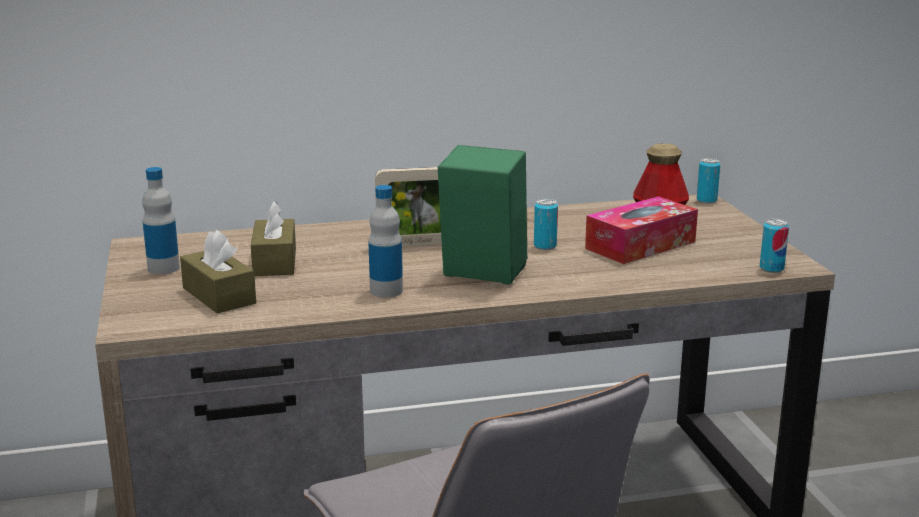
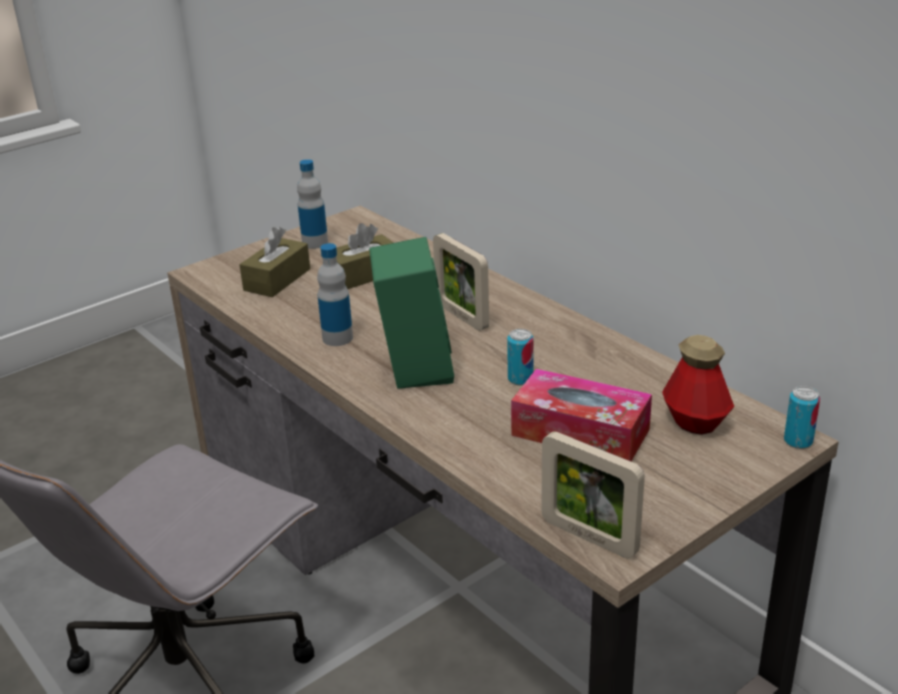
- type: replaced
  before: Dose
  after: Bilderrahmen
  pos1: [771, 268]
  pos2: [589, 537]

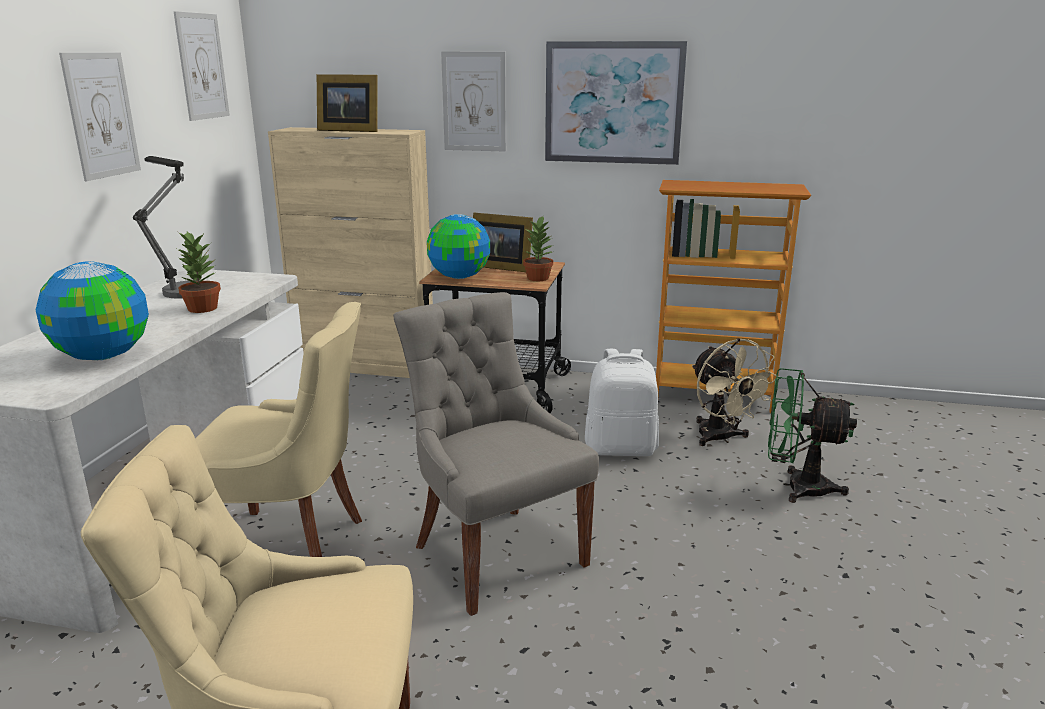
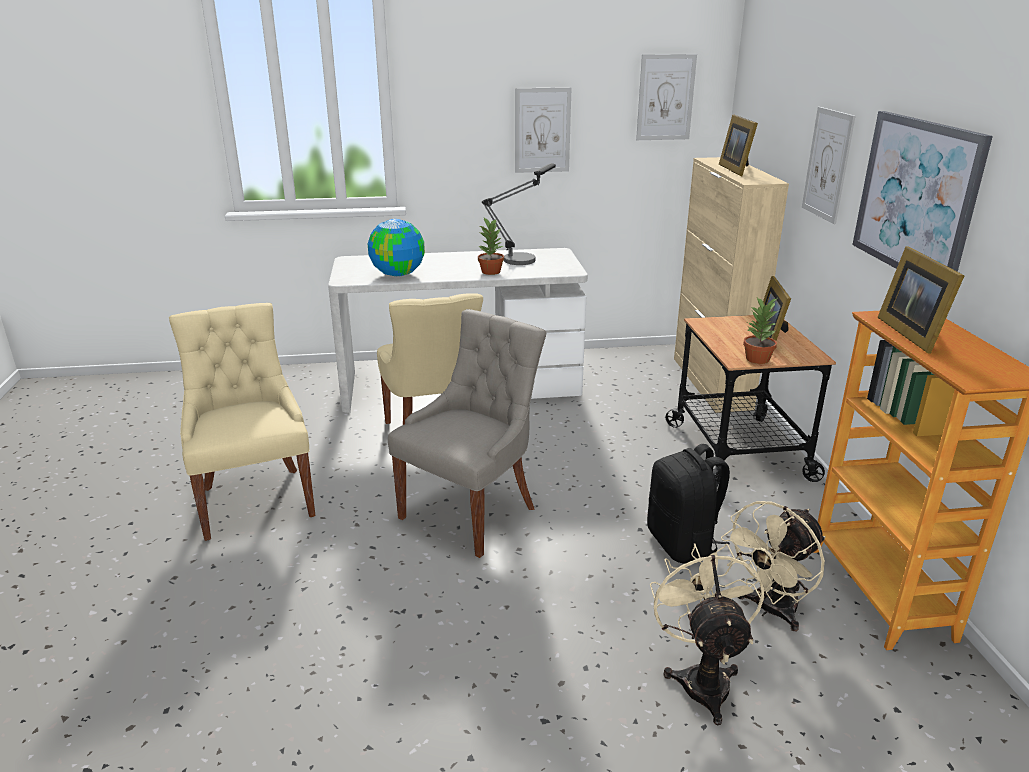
- type: recoloured
  before: Rucksack [weiß]
  after: Rucksack [schwarz]
  pos1: [621, 448]
  pos2: [683, 544]
- type: recoloured
  before: Ventilator [grün]
  after: Ventilator [beige]
  pos1: [796, 487]
  pos2: [702, 678]
- type: added
  after: Bilderrahmen
  pos2: [912, 333]
- type: removed
  before: Globus
  pos1: [459, 277]

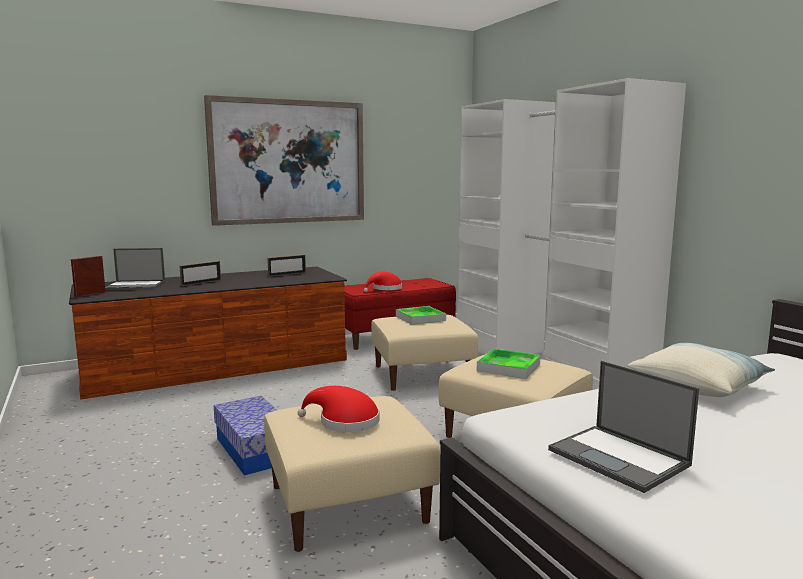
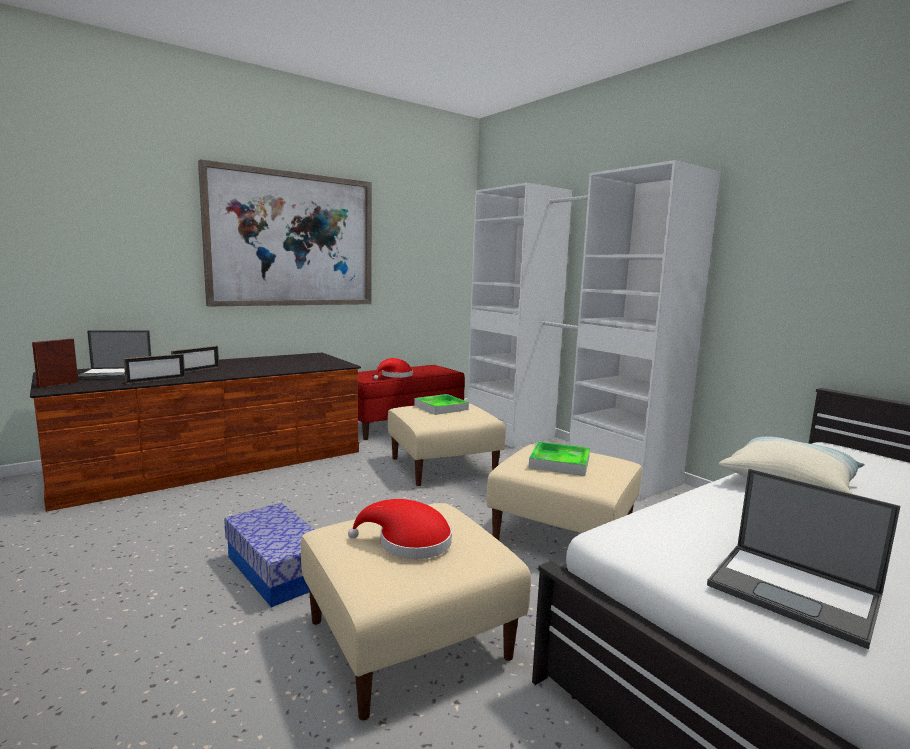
- type: moved
  before: Bilderrahmen
  pos1: [287, 274]
  pos2: [156, 380]

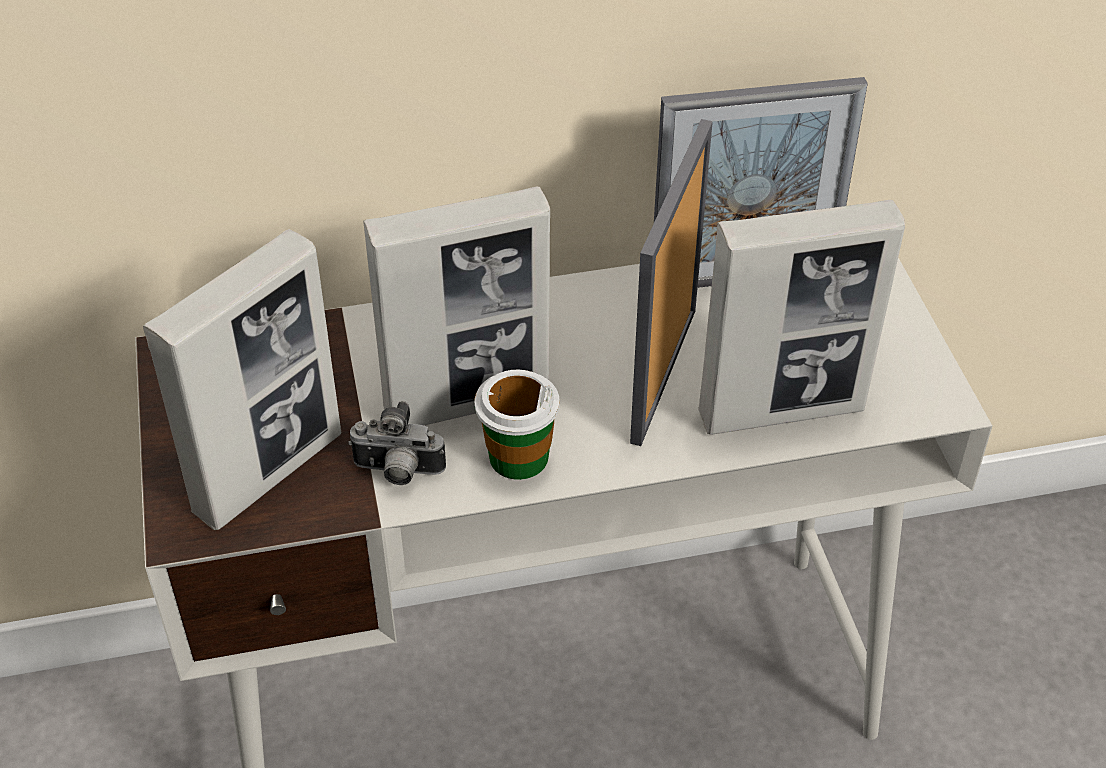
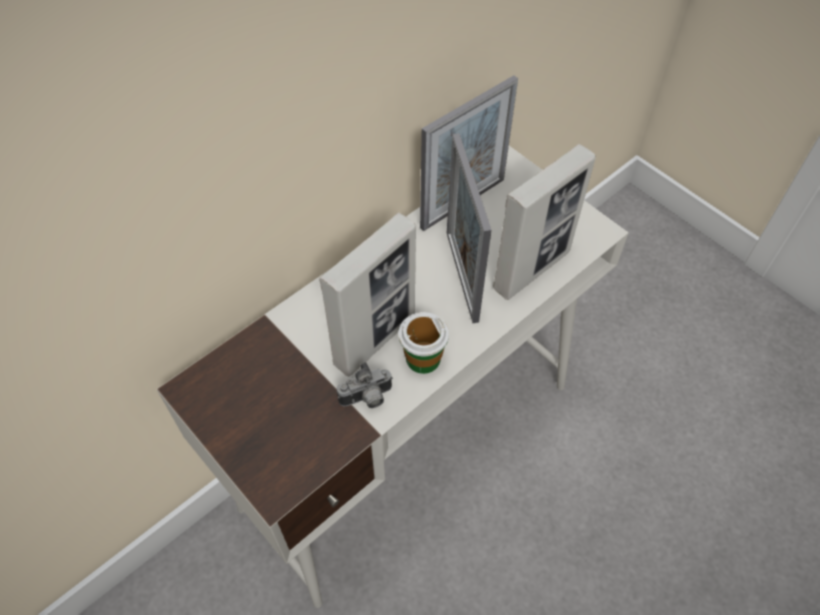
- type: removed
  before: Bilderrahmen
  pos1: [269, 472]

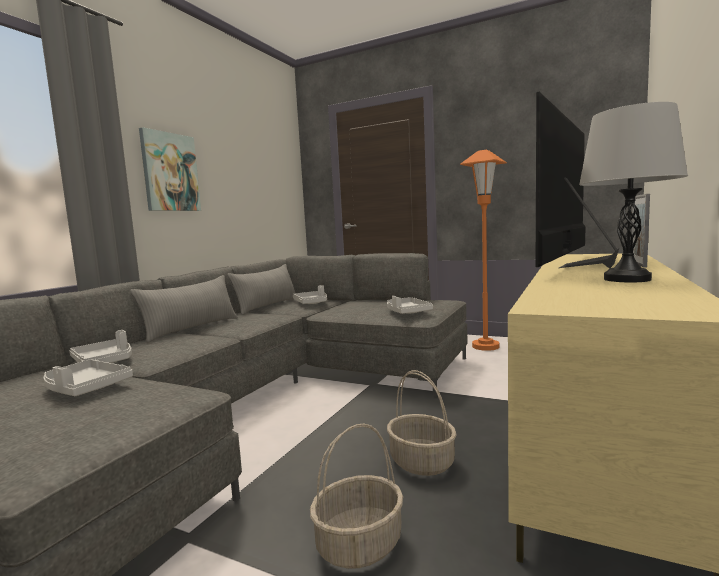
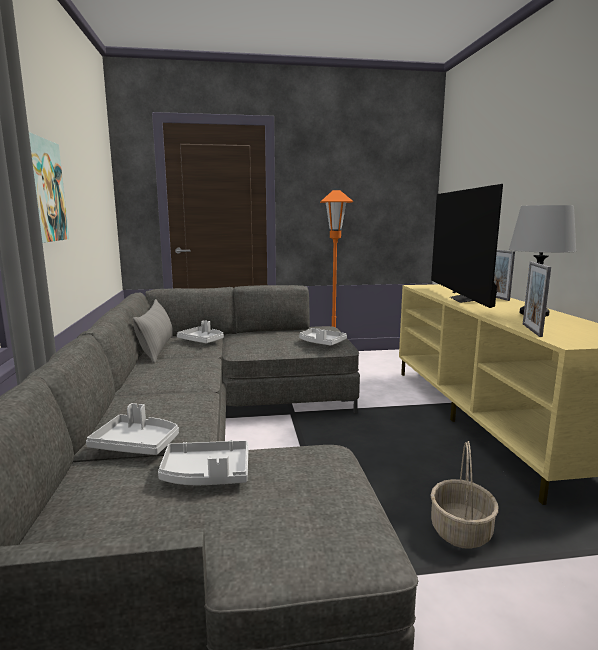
- type: added
  after: Bilderrahmen
  pos2: [531, 330]
- type: removed
  before: Kissen [grau]
  pos1: [192, 328]
- type: removed
  before: Korb
  pos1: [422, 462]

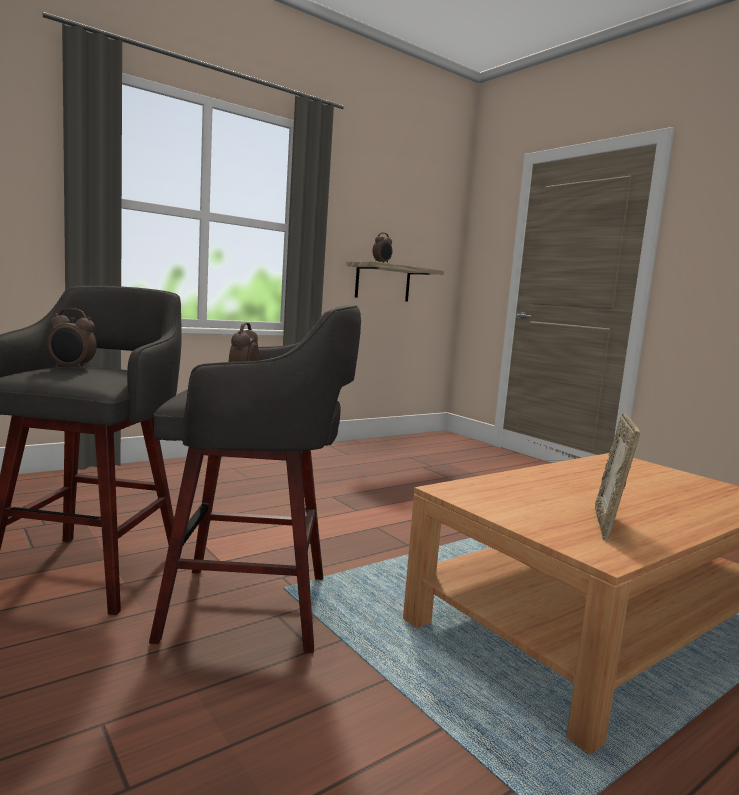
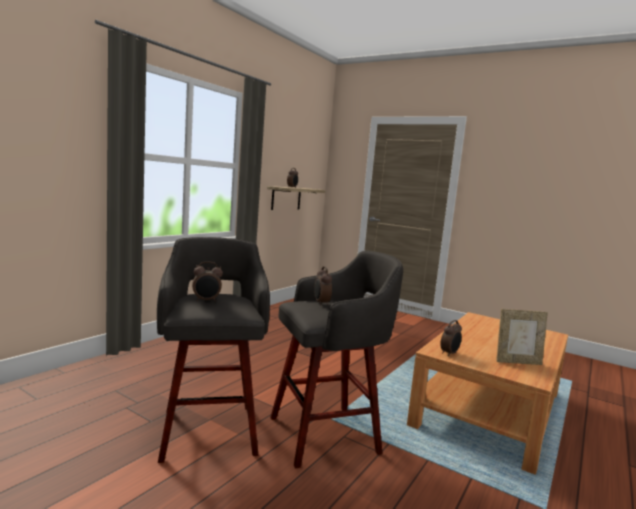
- type: added
  after: Wecker
  pos2: [449, 353]
- type: turned
  before: Bilderrahmen
  pos1: [608, 524]
  pos2: [517, 362]
  turn: -90

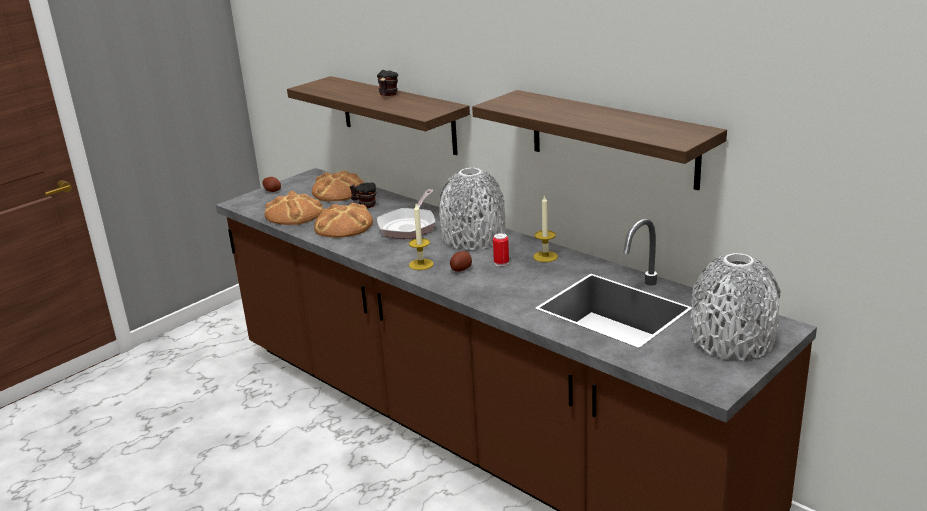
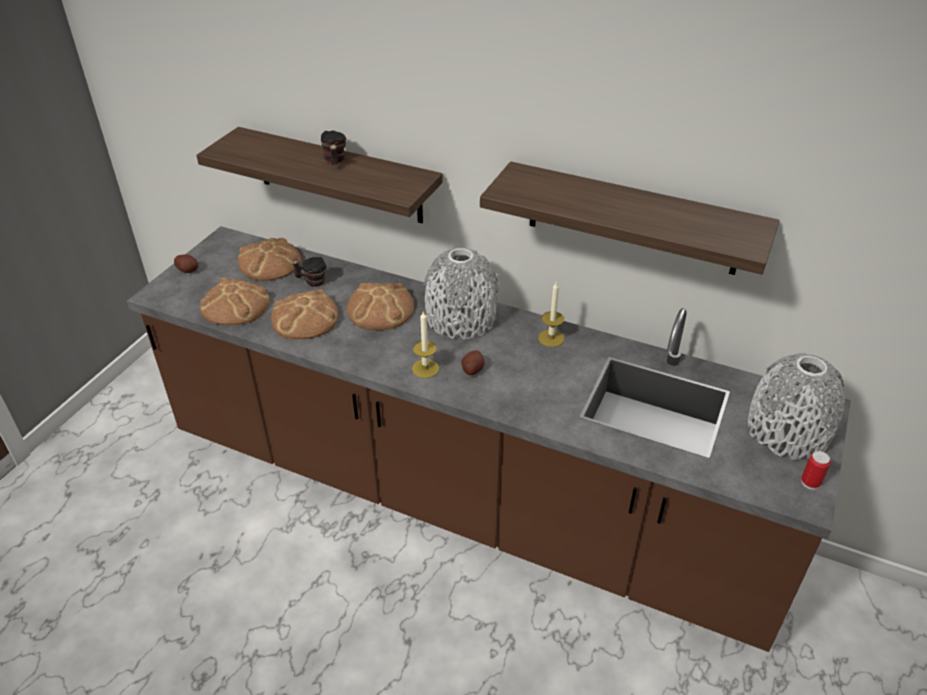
- type: replaced
  before: Pfanne
  after: Brot
  pos1: [409, 226]
  pos2: [380, 309]
- type: moved
  before: Dose
  pos1: [501, 263]
  pos2: [810, 482]

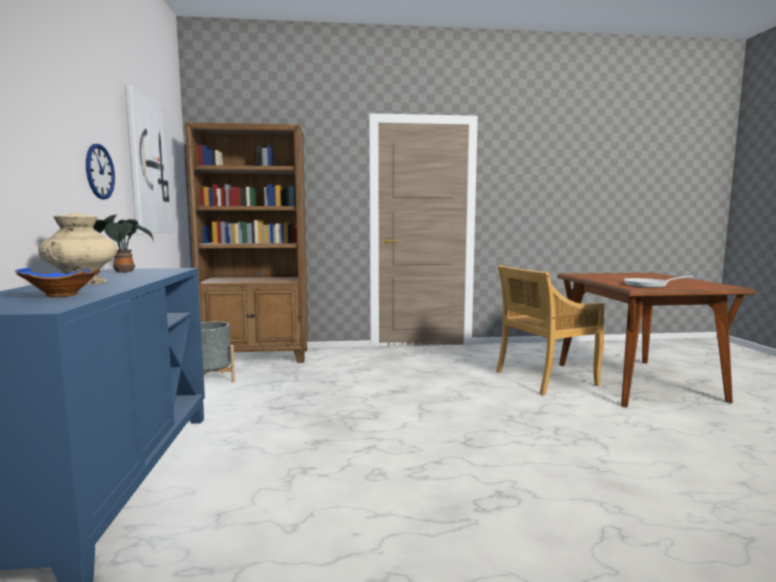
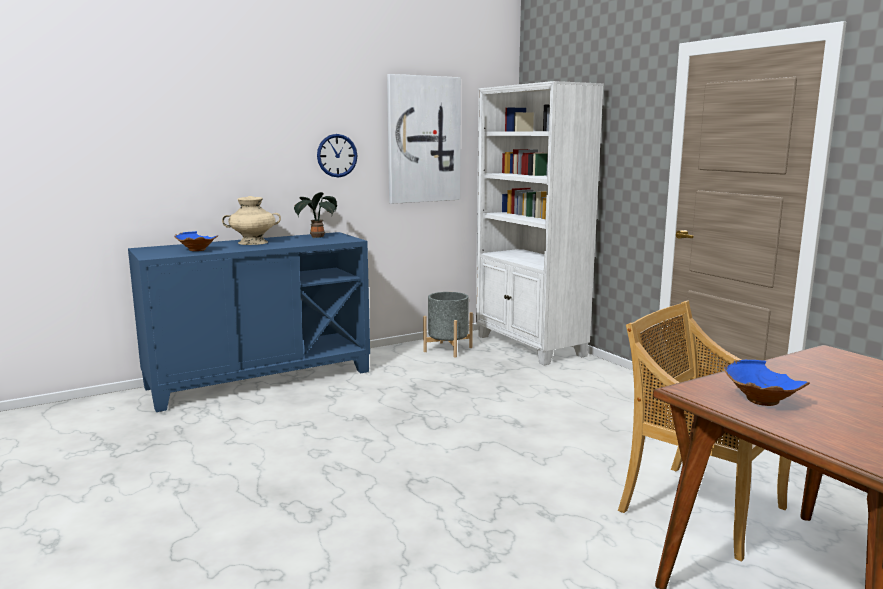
- type: recoloured
  before: Bücherregal [braun]
  after: Bücherregal [weiß]
  pos1: [258, 357]
  pos2: [530, 346]
- type: replaced
  before: Pfanne
  after: Schüssel [blau]
  pos1: [650, 285]
  pos2: [759, 401]

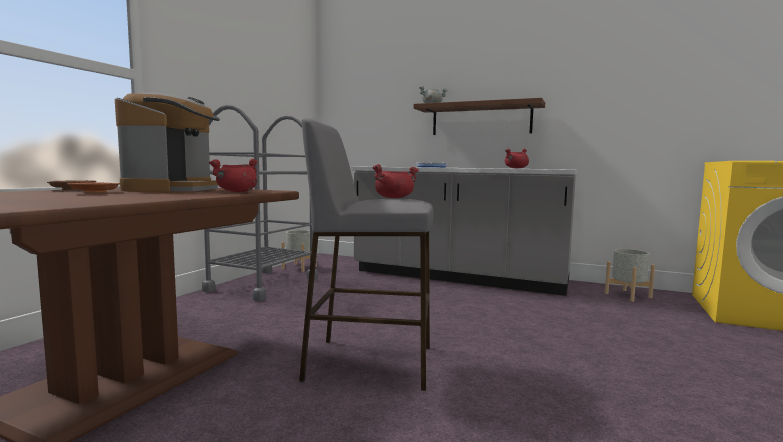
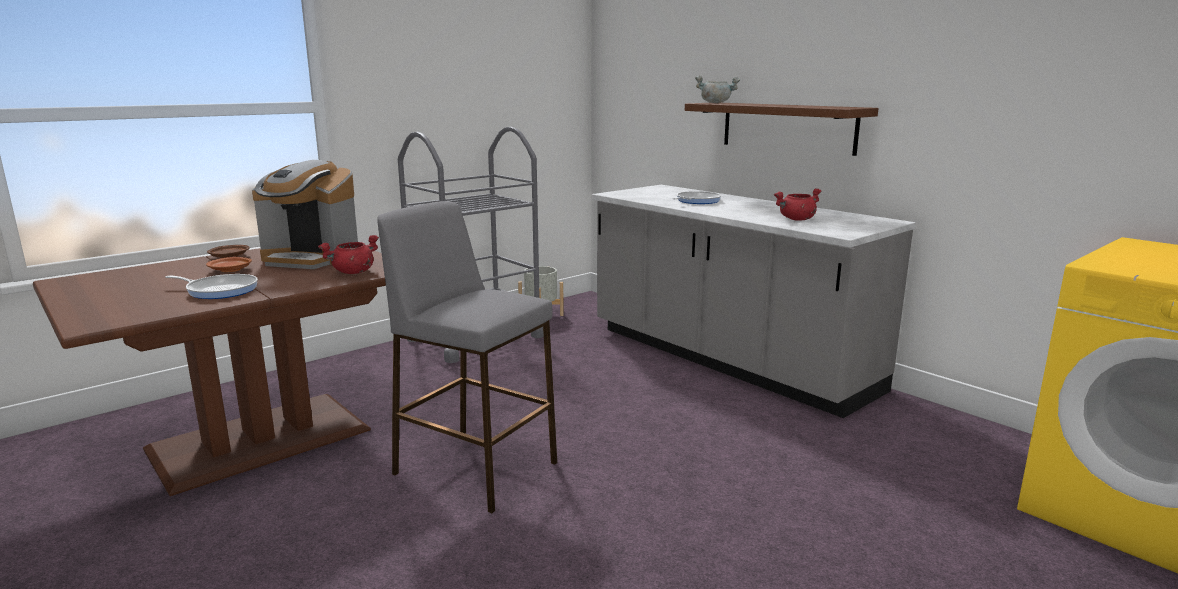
- type: added
  after: Pfanne
  pos2: [220, 290]
- type: turned
  before: Kaffeemaschine
  pos1: [173, 189]
  pos2: [311, 259]
  turn: 75
- type: removed
  before: Kochtopf [rot]
  pos1: [394, 198]
- type: removed
  before: Pflanzkübel [grau]
  pos1: [627, 295]

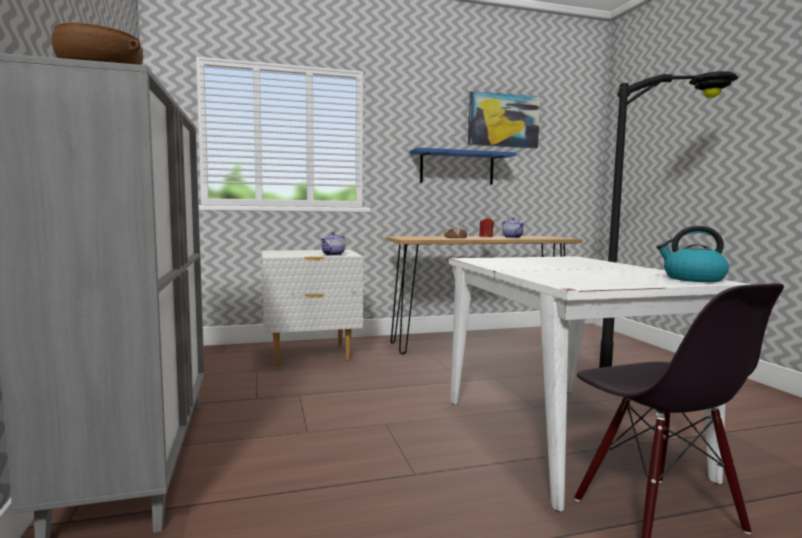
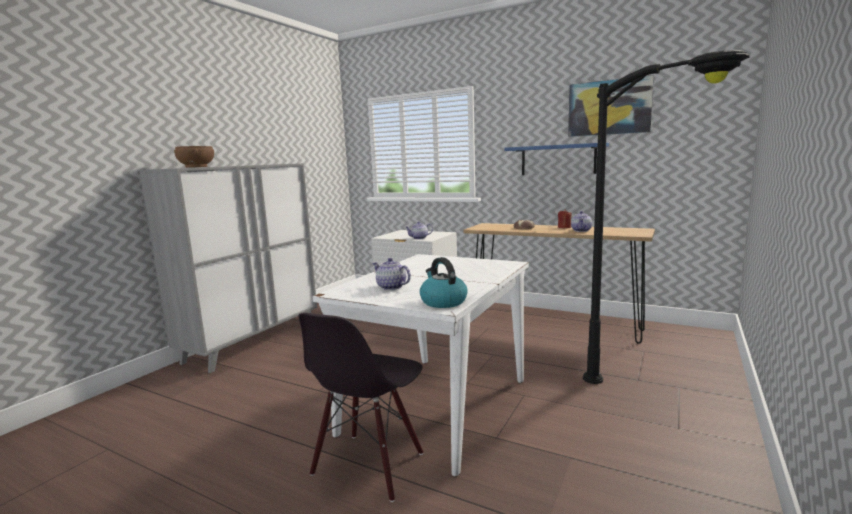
- type: added
  after: Teekanne
  pos2: [391, 287]

